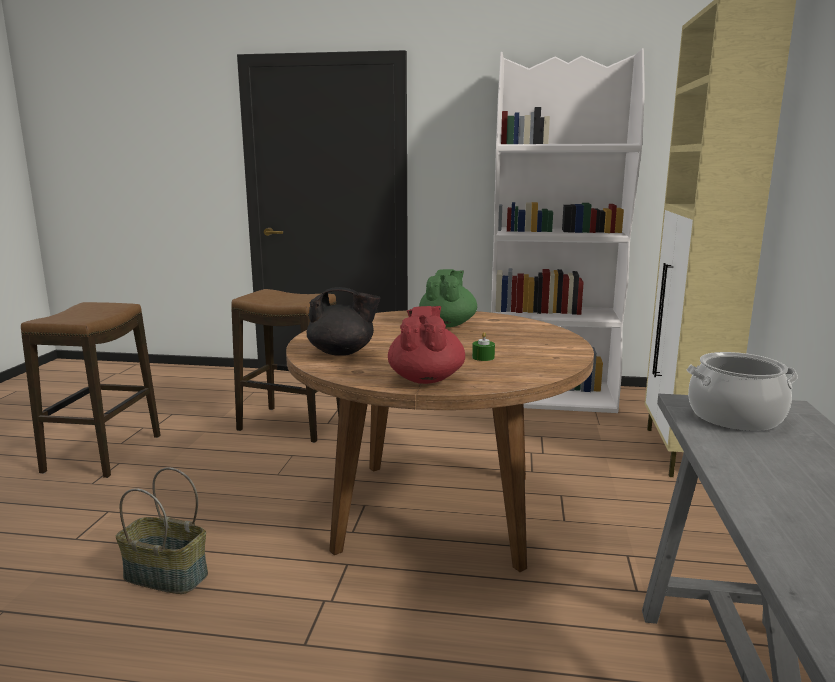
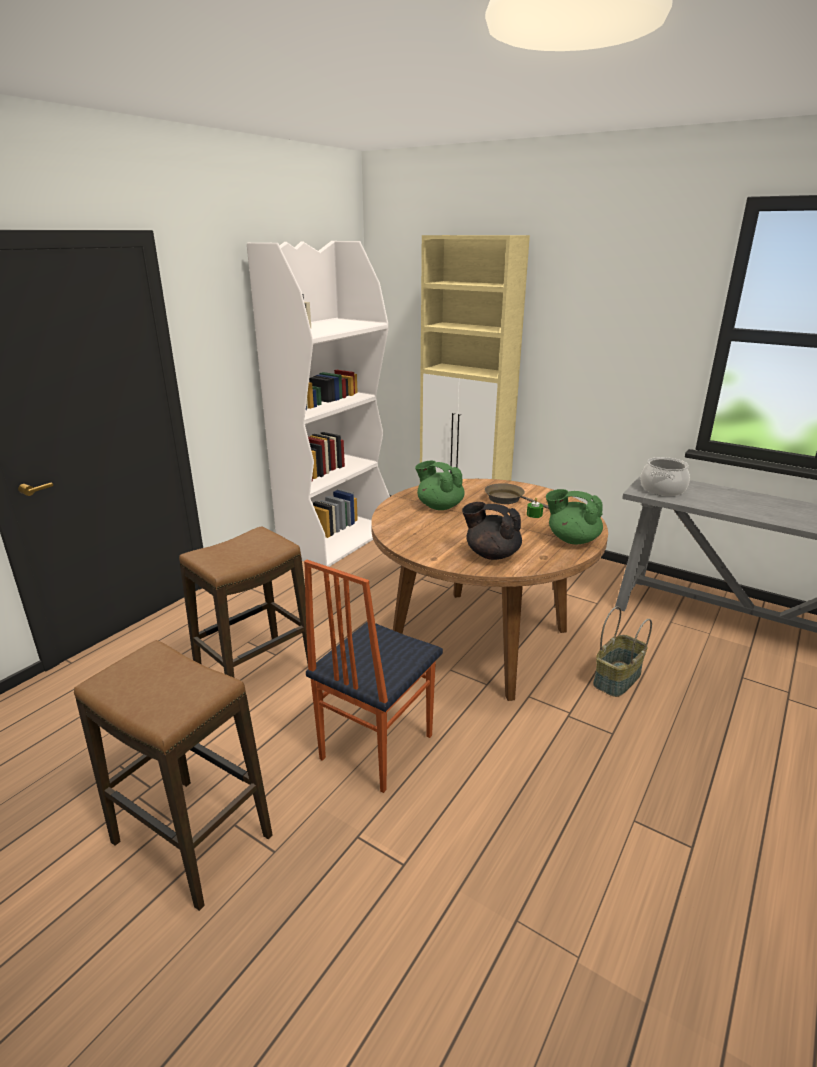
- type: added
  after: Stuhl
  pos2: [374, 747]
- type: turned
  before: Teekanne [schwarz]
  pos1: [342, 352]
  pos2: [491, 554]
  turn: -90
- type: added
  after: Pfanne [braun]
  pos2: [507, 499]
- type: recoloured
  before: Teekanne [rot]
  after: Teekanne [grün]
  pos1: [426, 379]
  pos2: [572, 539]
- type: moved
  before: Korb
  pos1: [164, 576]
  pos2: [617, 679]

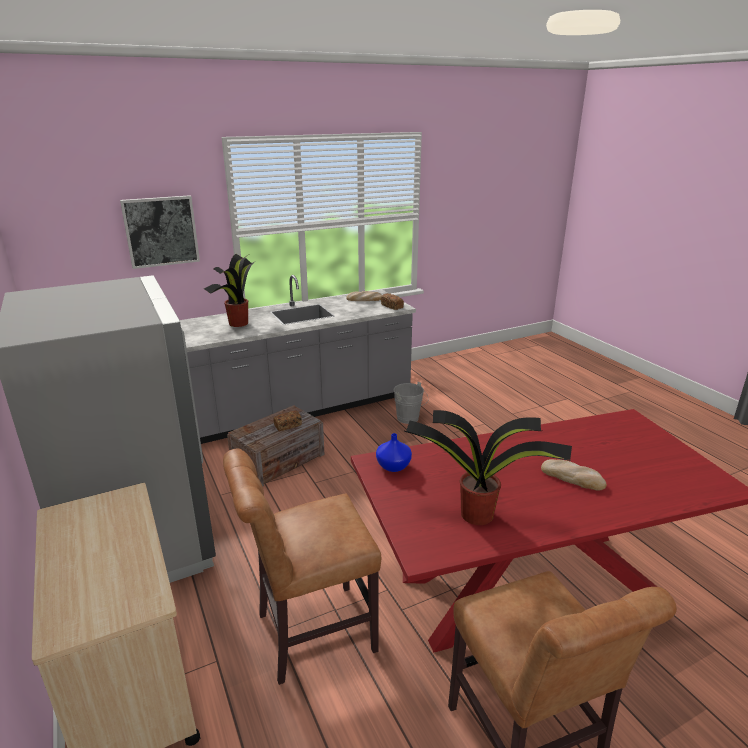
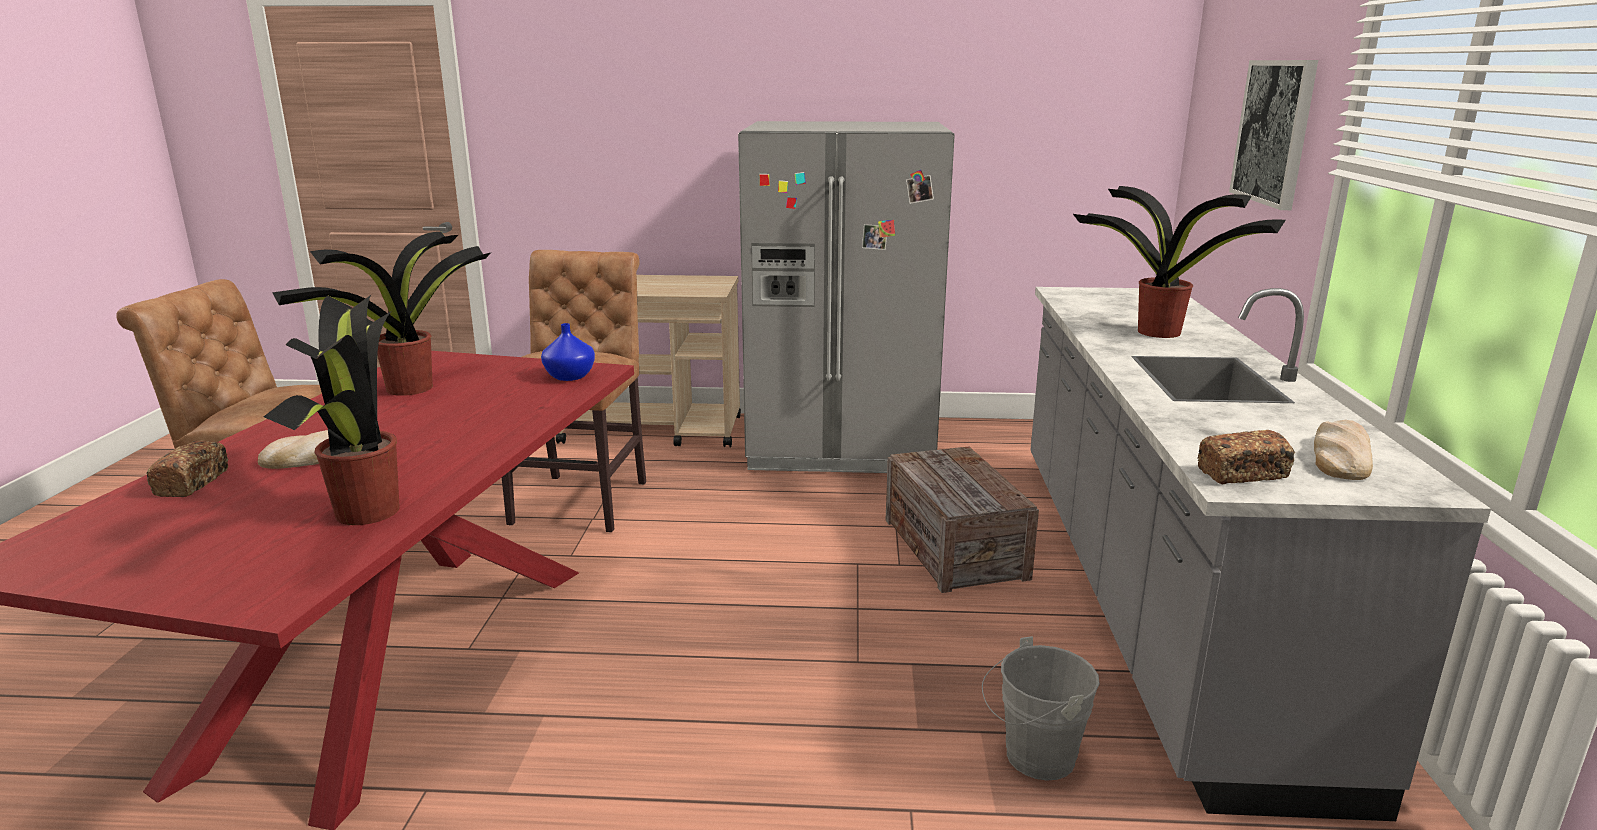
- type: moved
  before: Brot
  pos1: [288, 426]
  pos2: [192, 483]
- type: added
  after: Topfpflanze
  pos2: [366, 513]

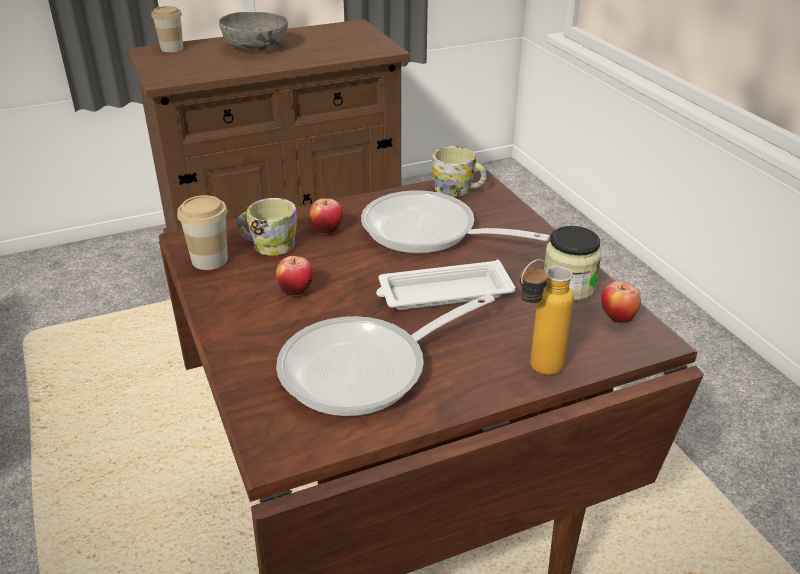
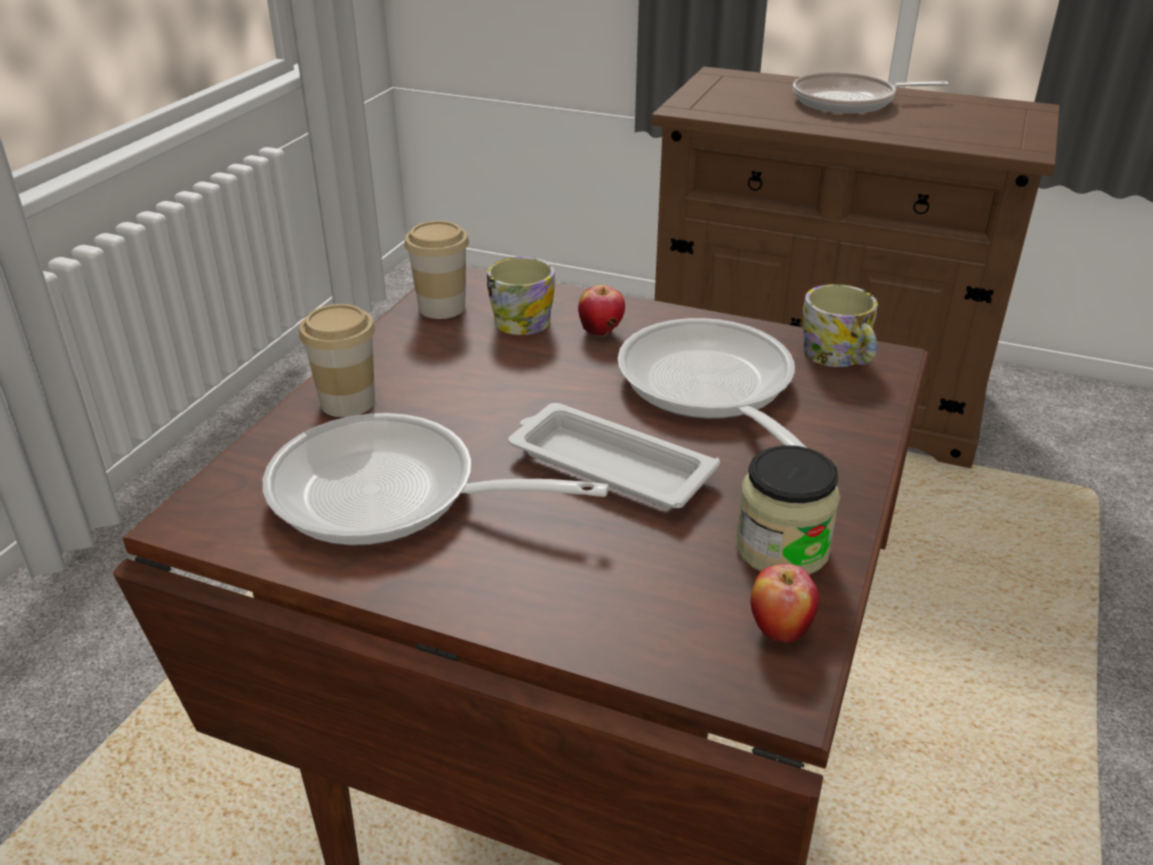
- type: moved
  before: Tasse
  pos1: [172, 48]
  pos2: [347, 402]
- type: replaced
  before: Schüssel [grau]
  after: Pfanne
  pos1: [256, 47]
  pos2: [849, 102]
- type: removed
  before: Apfel
  pos1: [296, 291]
- type: removed
  before: Flasche
  pos1: [535, 370]

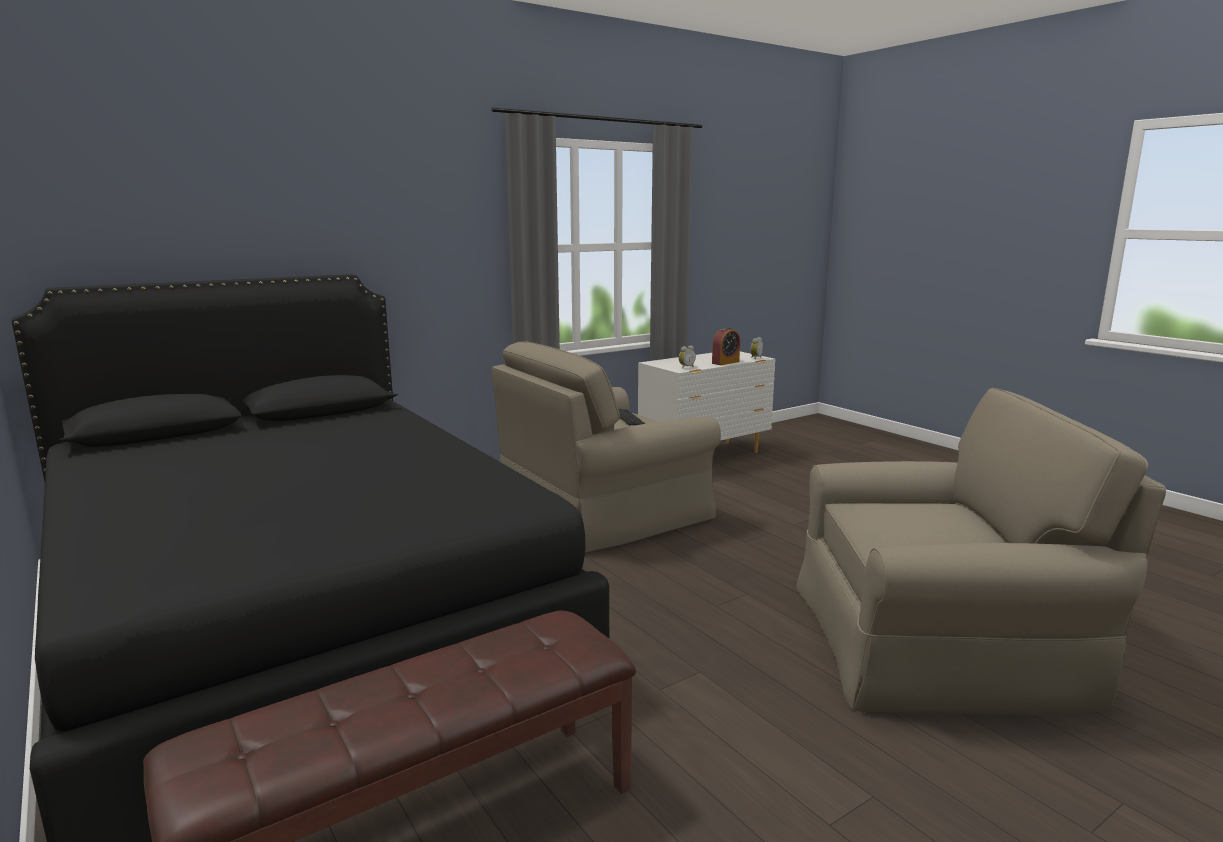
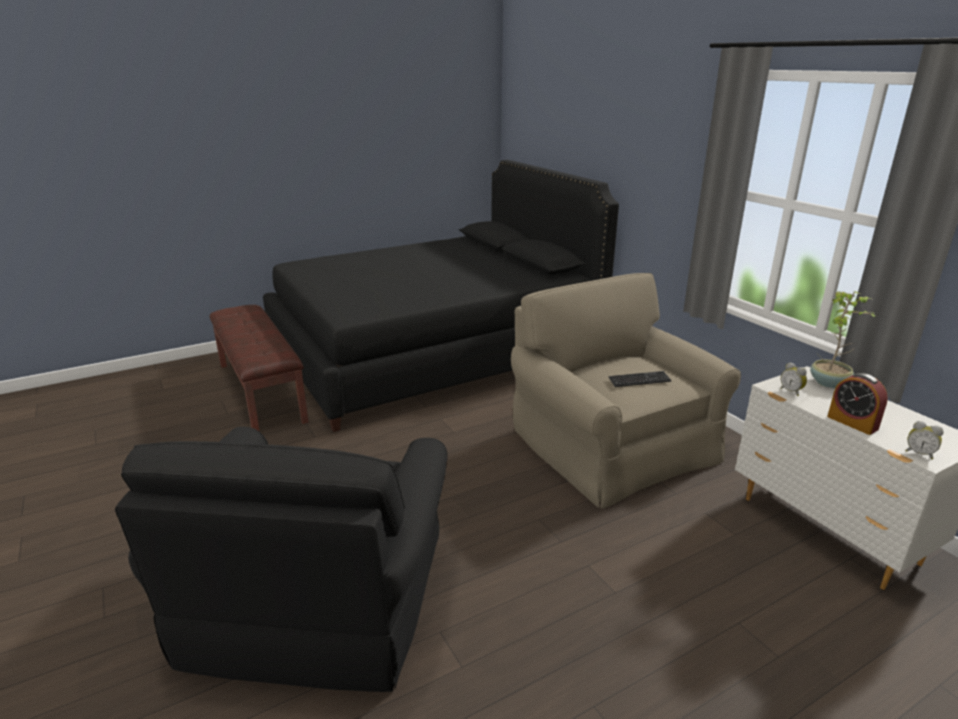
- type: recoloured
  before: Sessel [beige]
  after: Sessel [schwarz]
  pos1: [937, 642]
  pos2: [317, 597]
- type: added
  after: Topfpflanze
  pos2: [830, 383]

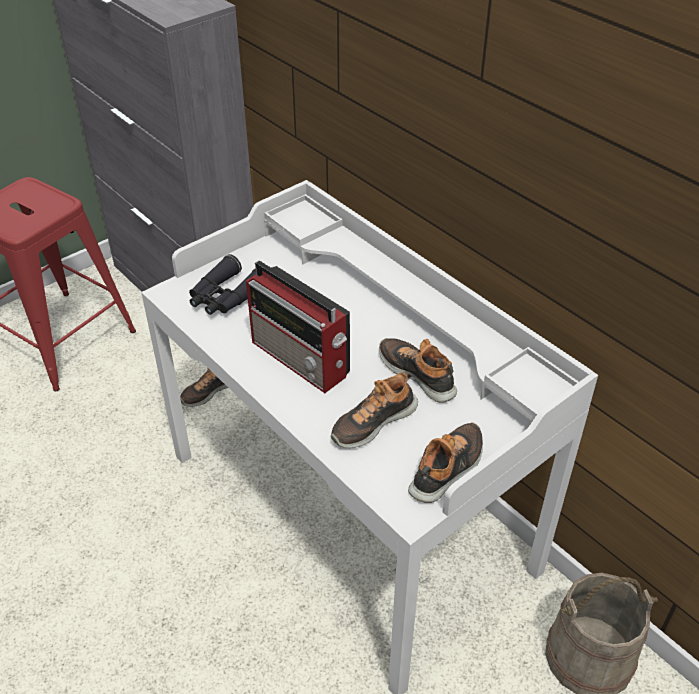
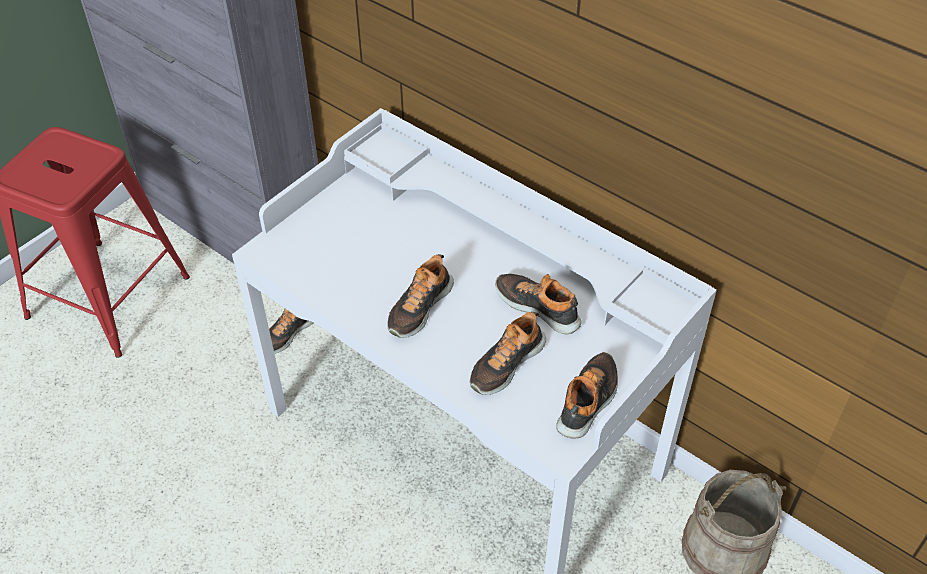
- type: replaced
  before: Radio
  after: Schuh
  pos1: [301, 360]
  pos2: [419, 307]
- type: removed
  before: Fernglas [schwarz]
  pos1: [226, 297]

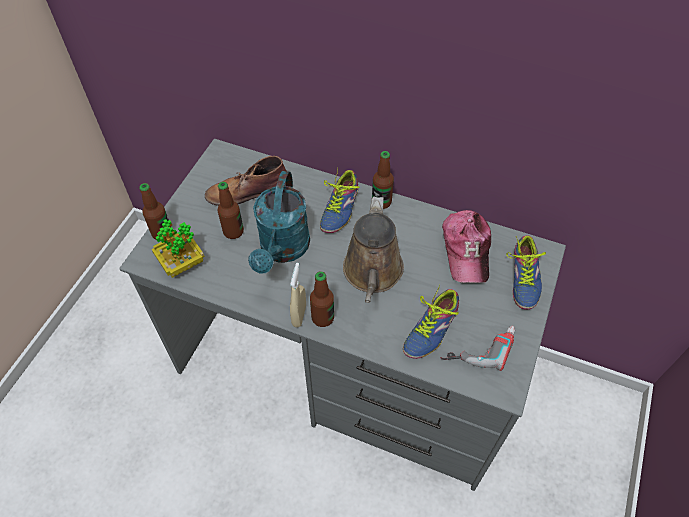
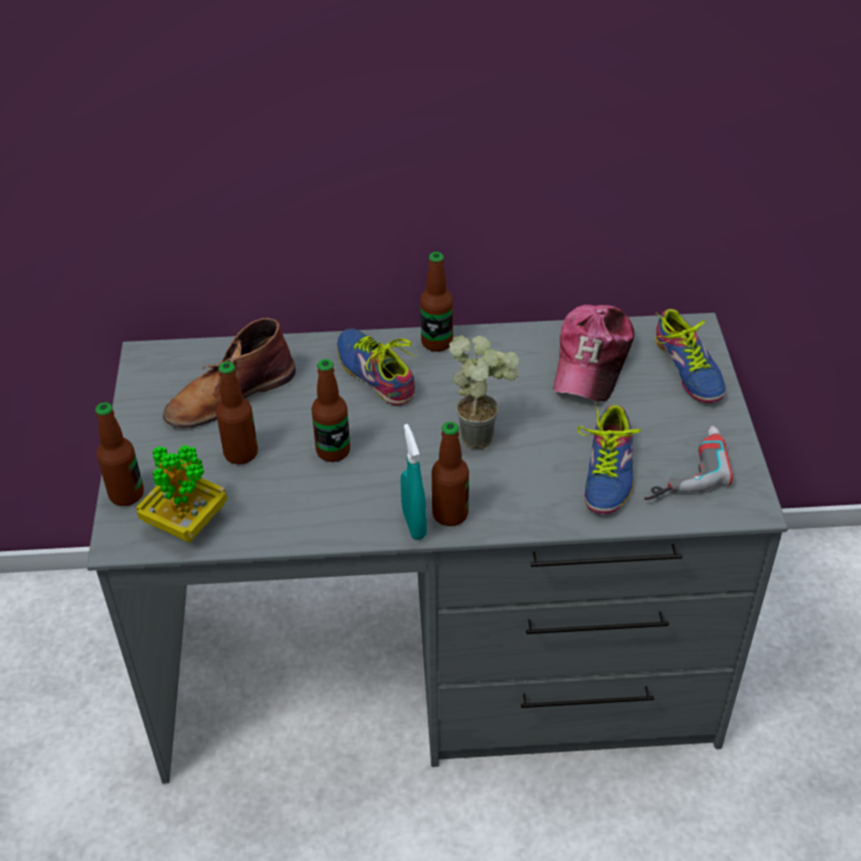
- type: replaced
  before: Gießkanne [türkis]
  after: Flasche
  pos1: [282, 250]
  pos2: [333, 451]
- type: turned
  before: Schuh
  pos1: [337, 208]
  pos2: [378, 371]
  turn: 150
- type: recoloured
  before: Sprühflasche [beige]
  after: Sprühflasche [türkis]
  pos1: [299, 315]
  pos2: [414, 524]
- type: replaced
  before: Gießkanne [braun]
  after: Topfpflanze
  pos1: [372, 273]
  pos2: [484, 434]
- type: turned
  before: Kappe
  pos1: [466, 250]
  pos2: [592, 361]
  turn: 45

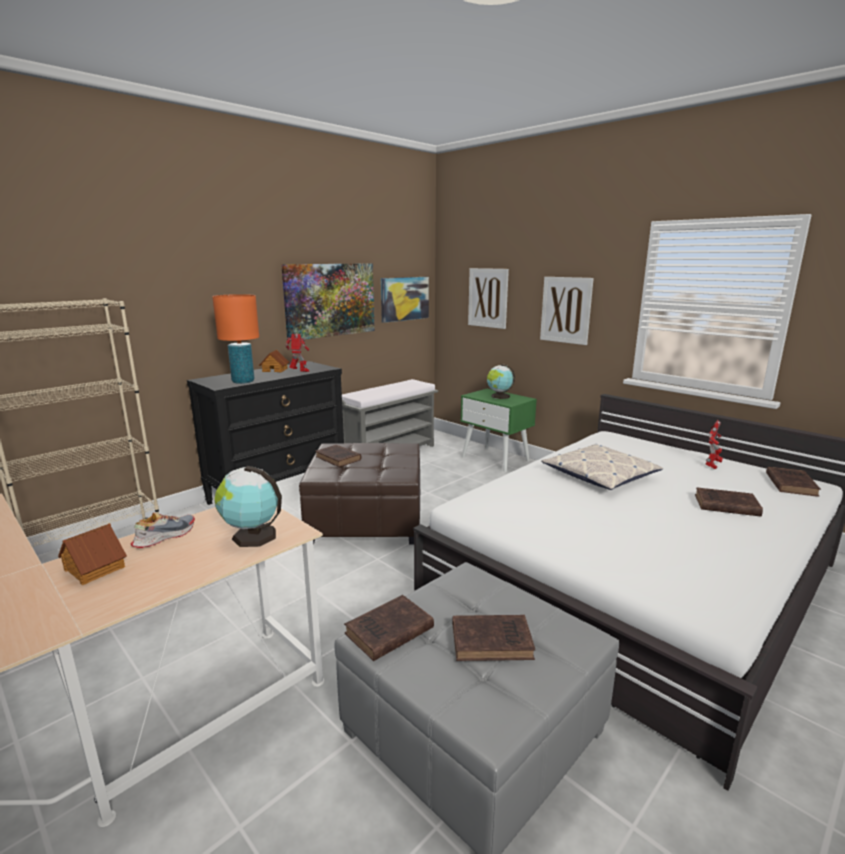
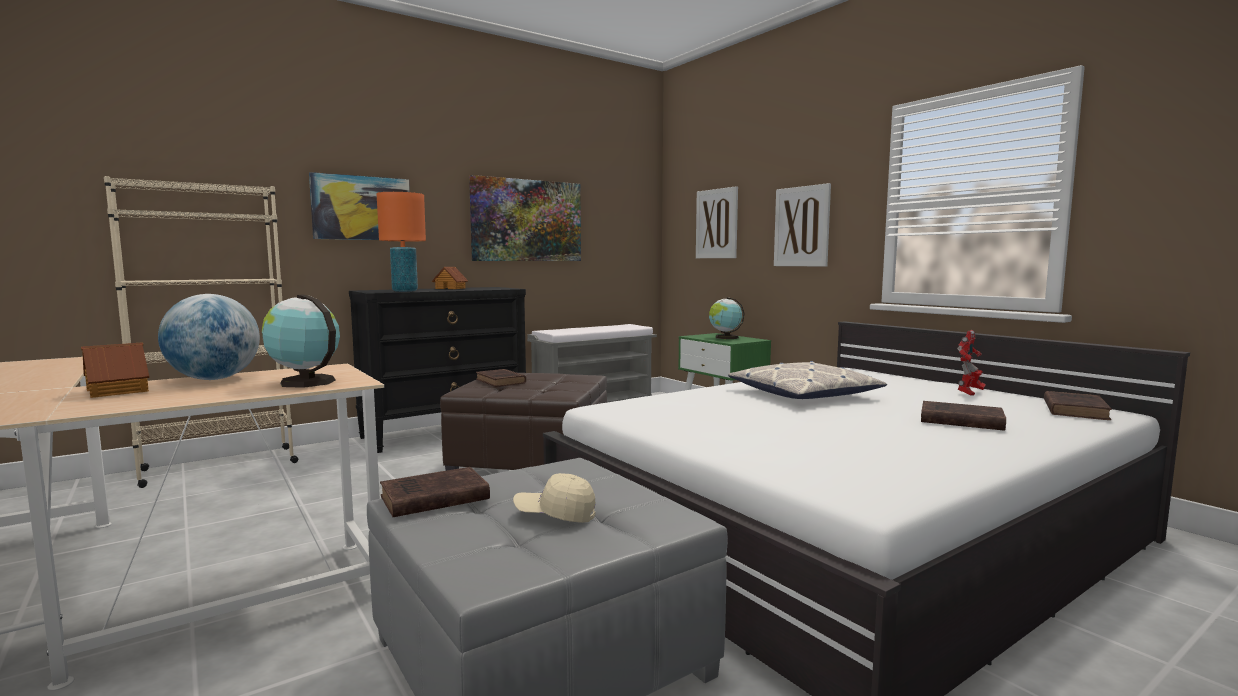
- type: replaced
  before: Schuh
  after: Globus
  pos1: [164, 536]
  pos2: [214, 379]
- type: moved
  before: Bild
  pos1: [404, 298]
  pos2: [362, 208]
- type: replaced
  before: Buch [braun]
  after: Kappe [beige]
  pos1: [494, 641]
  pos2: [555, 515]
- type: removed
  before: Spielzeugroboter
  pos1: [299, 372]

